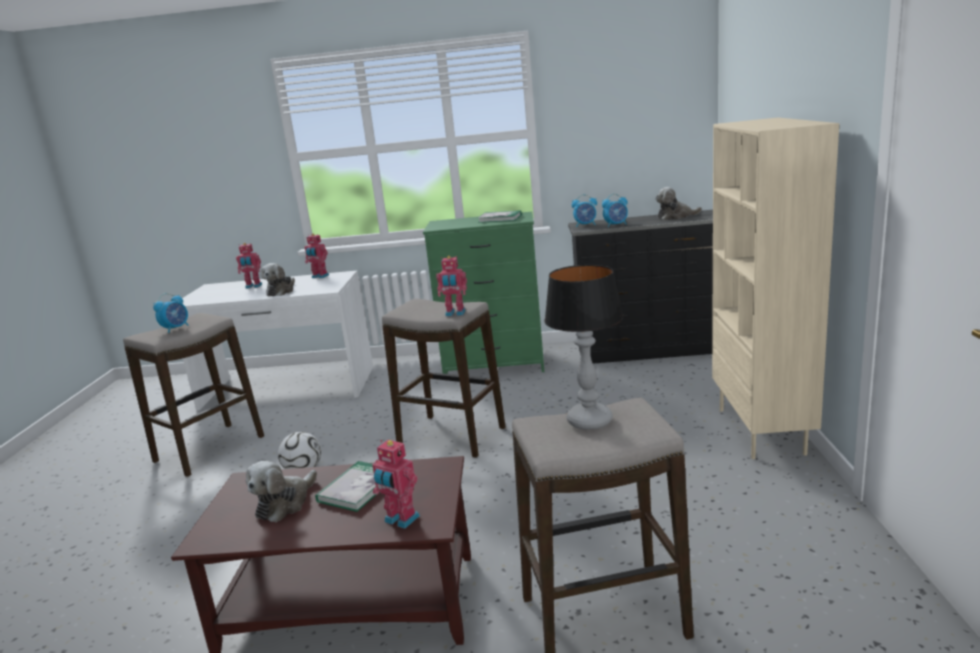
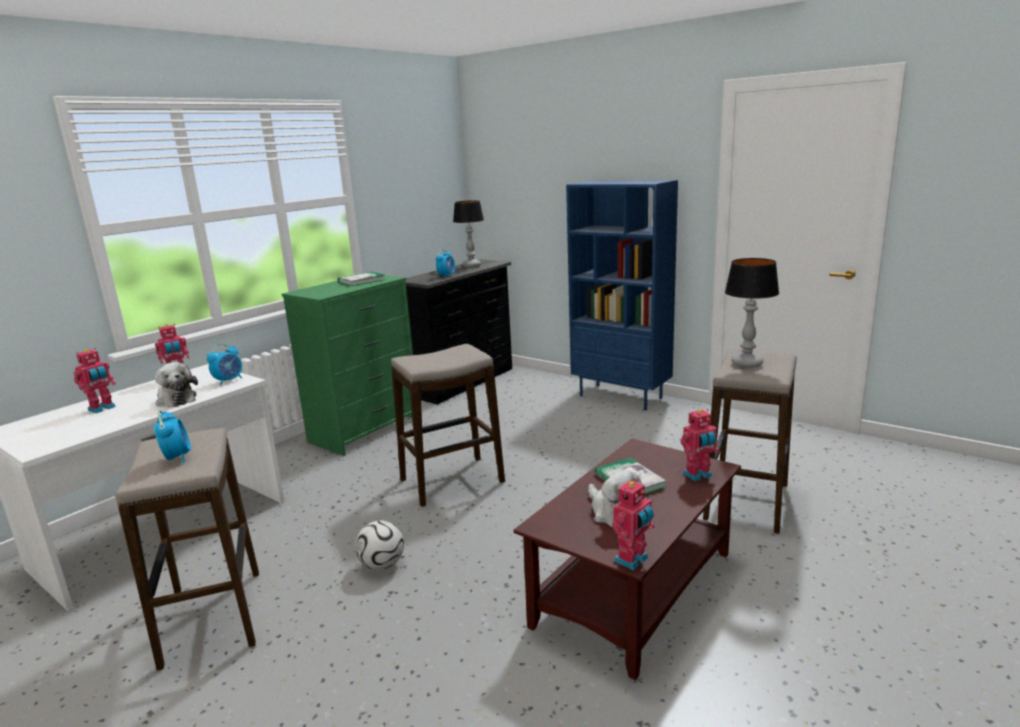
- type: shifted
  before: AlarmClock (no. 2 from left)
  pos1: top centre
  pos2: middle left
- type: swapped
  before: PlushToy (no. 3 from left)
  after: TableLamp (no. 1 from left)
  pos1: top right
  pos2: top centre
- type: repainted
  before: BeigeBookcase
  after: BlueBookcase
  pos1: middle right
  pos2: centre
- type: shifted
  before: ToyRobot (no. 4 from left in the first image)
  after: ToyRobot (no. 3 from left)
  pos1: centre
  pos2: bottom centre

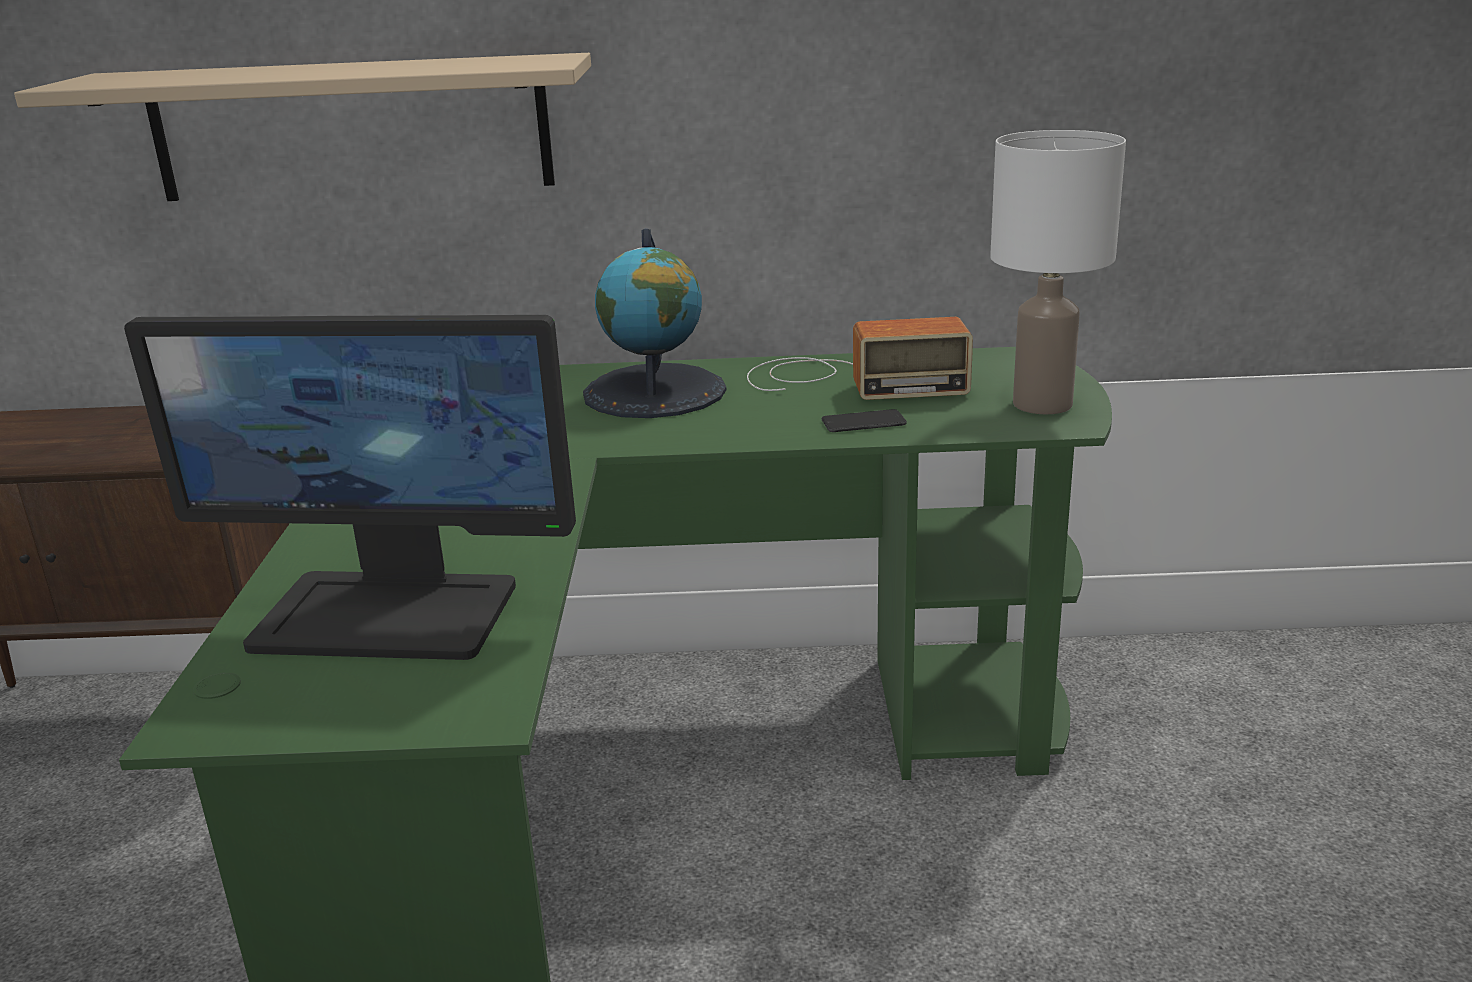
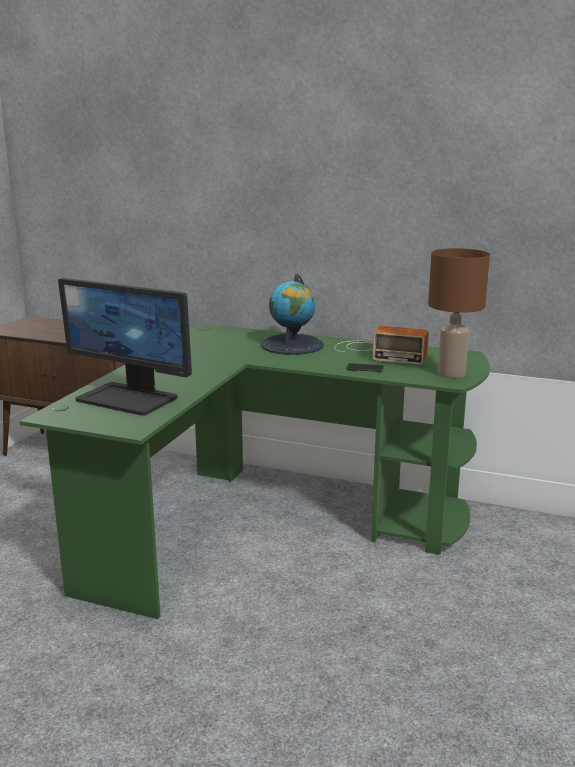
- type: repainted
  before: WhiteTableLamp
  after: BrownTableLamp
  pos1: top right
  pos2: middle right
- type: gone
  before: BeigeShelf
  pos1: top left

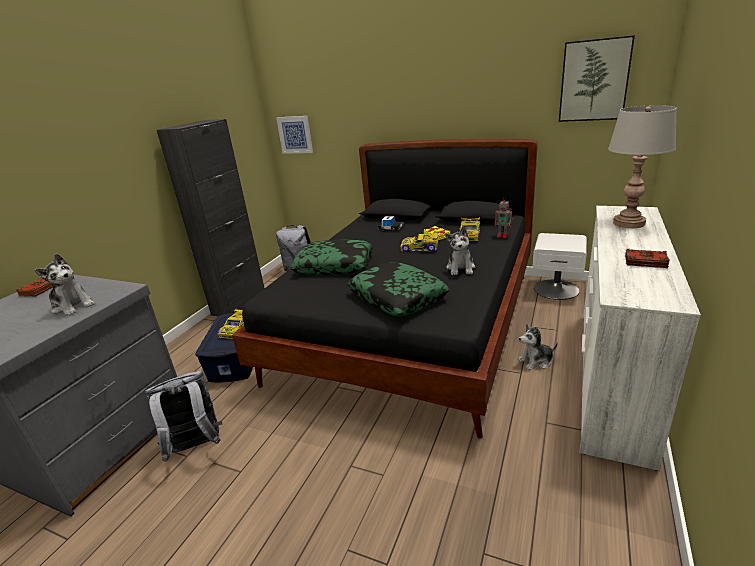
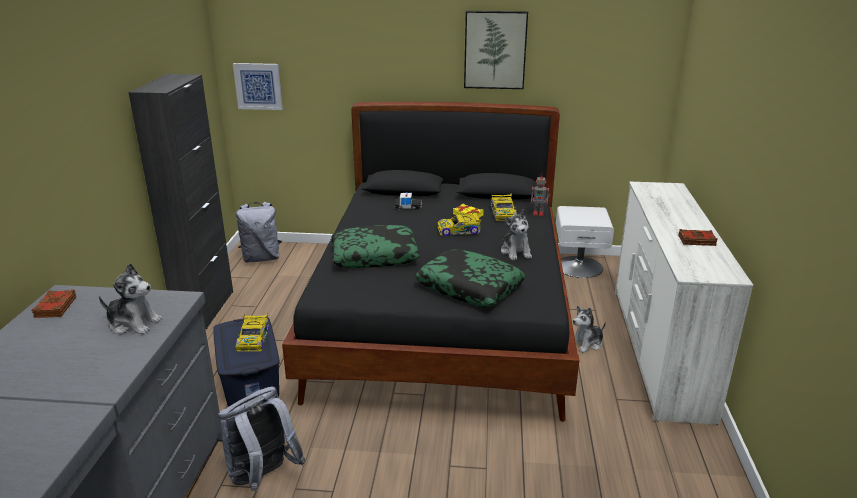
- type: shifted
  before: Picture (no. 2 from left)
  pos1: top right
  pos2: top centre
- type: gone
  before: GreyTableLamp
  pos1: top right

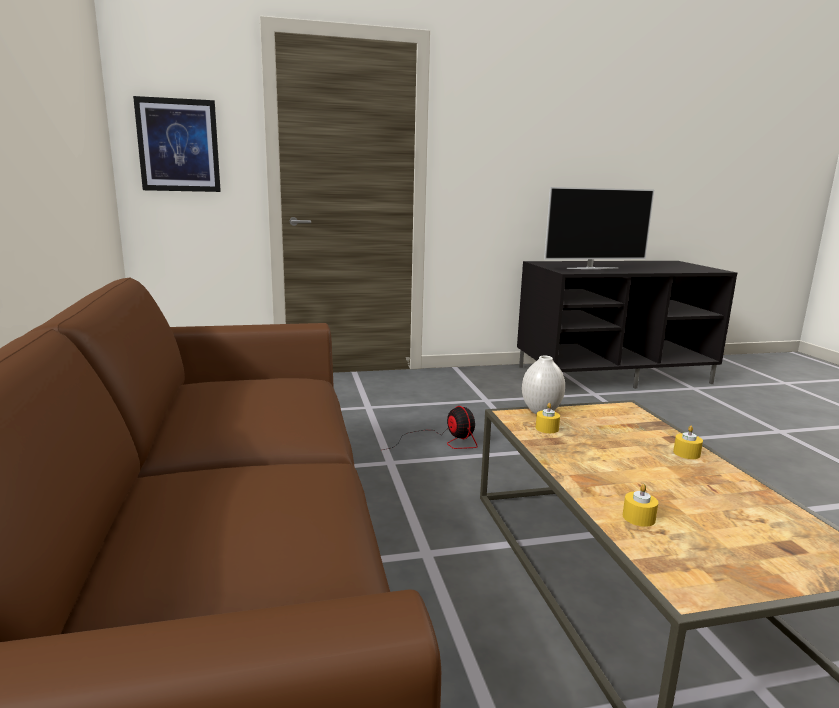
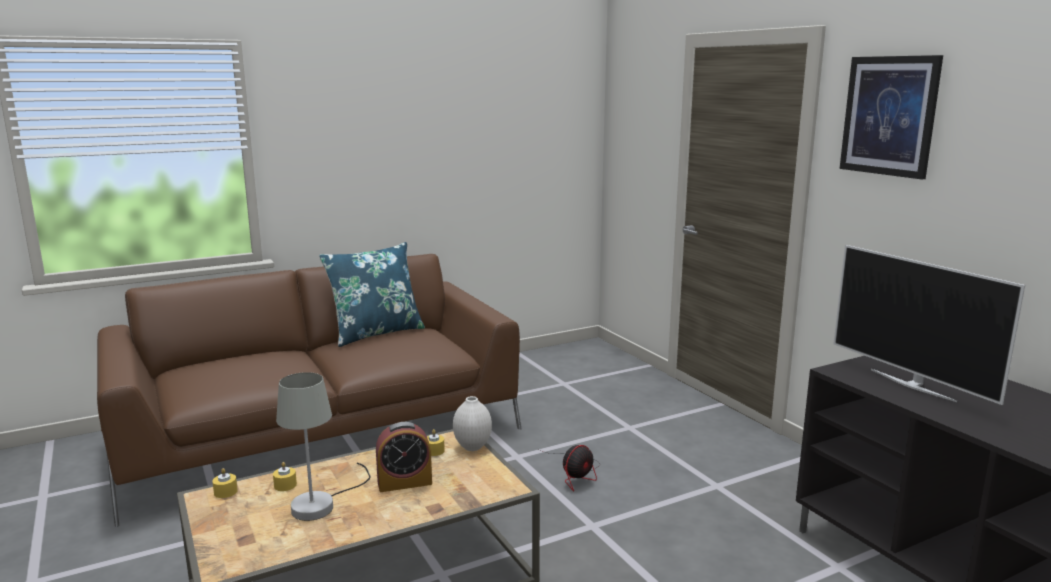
- type: shifted
  before: YellowCandle (no. 3 from left in the first image)
  after: YellowCandle (no. 1 from left)
  pos1: middle right
  pos2: bottom left
- type: new
  after: GreyTableLamp
  pos2: bottom left
- type: new
  after: BluePillow
  pos2: centre
- type: new
  after: AlarmClock
  pos2: bottom centre
- type: shifted
  before: Picture
  pos1: top left
  pos2: top right

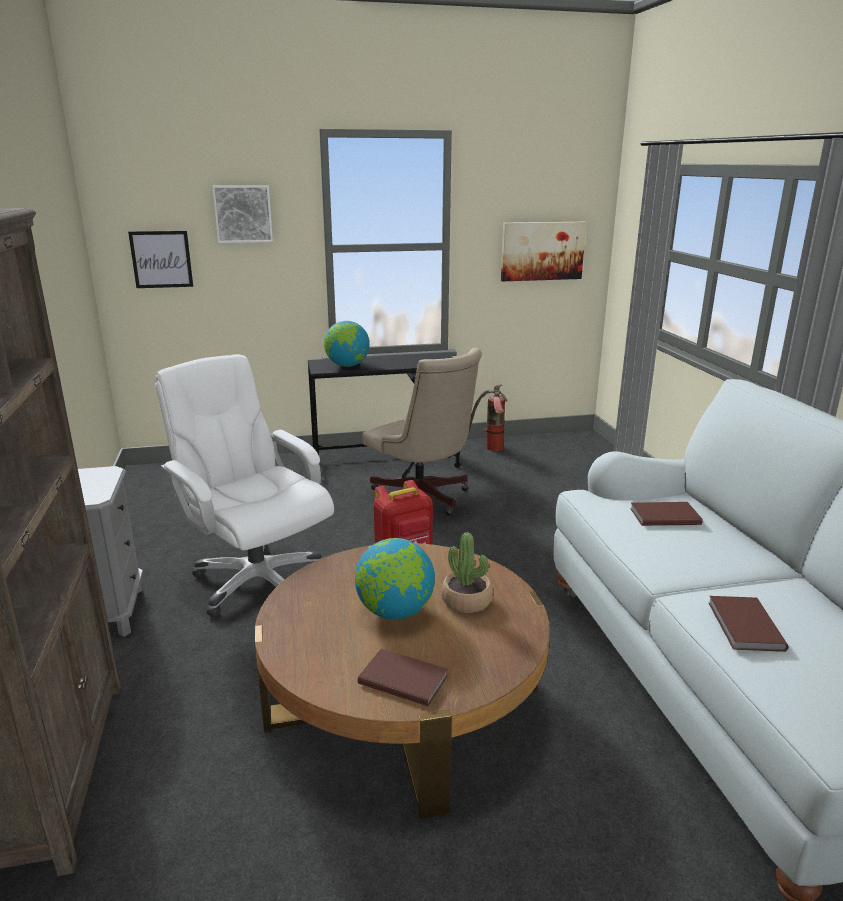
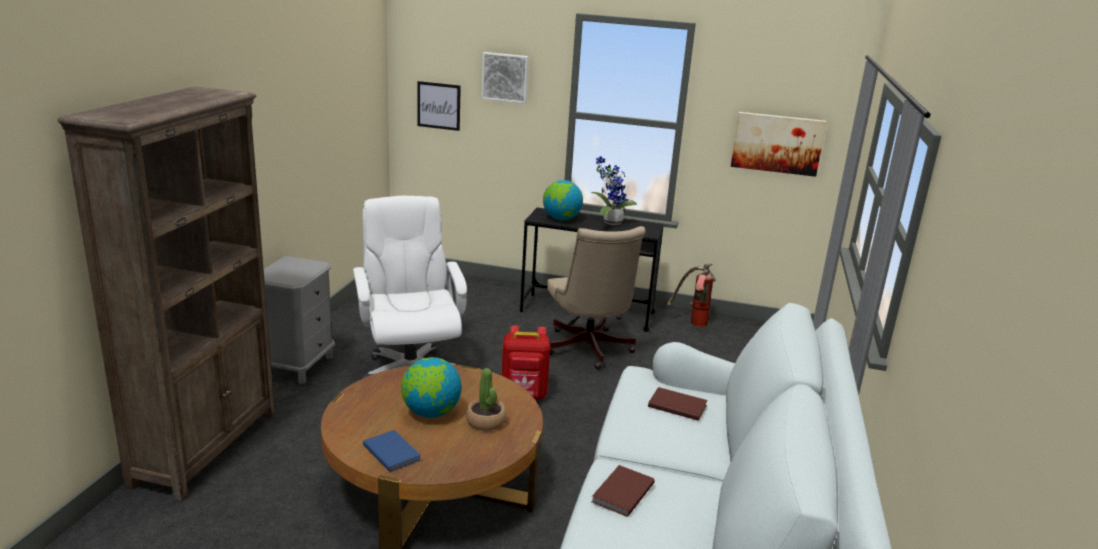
- type: repainted
  before: BrownBook (no. 1 from left)
  after: BlueBook
  pos1: bottom centre
  pos2: bottom centre
- type: new
  after: PottedPlant (no. 2 from left)
  pos2: centre

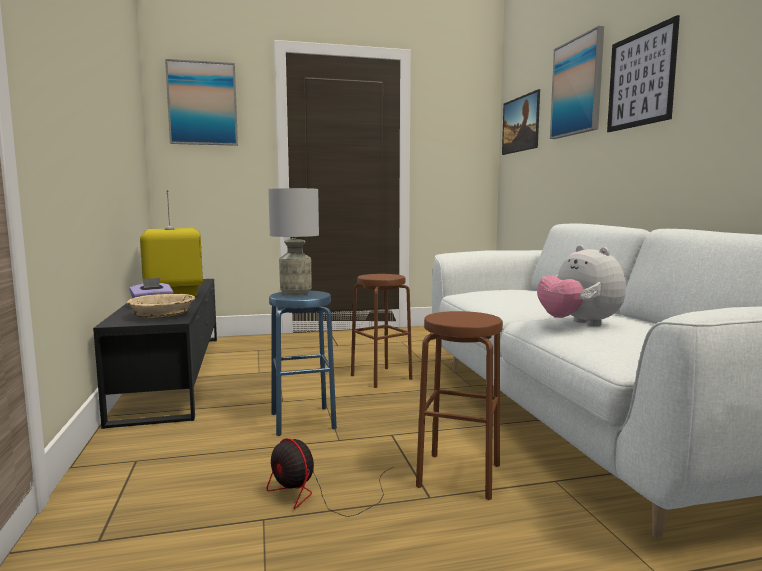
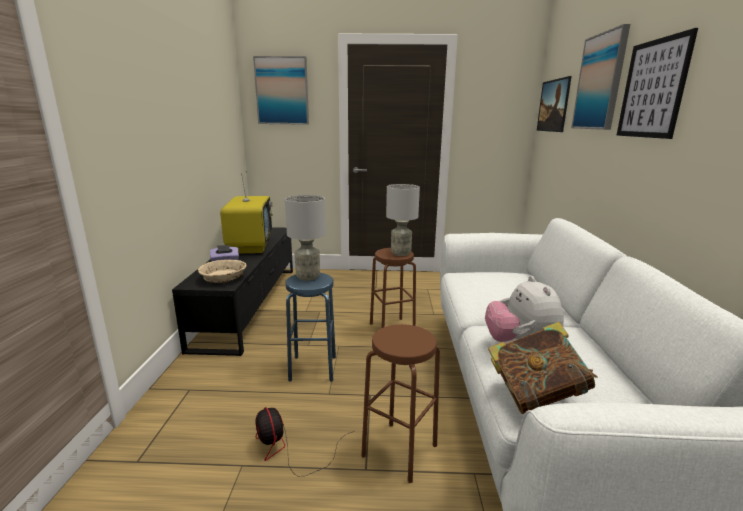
- type: new
  after: GreyTableLamp (no. 2 from left)
  pos2: centre
- type: new
  after: Book
  pos2: bottom right

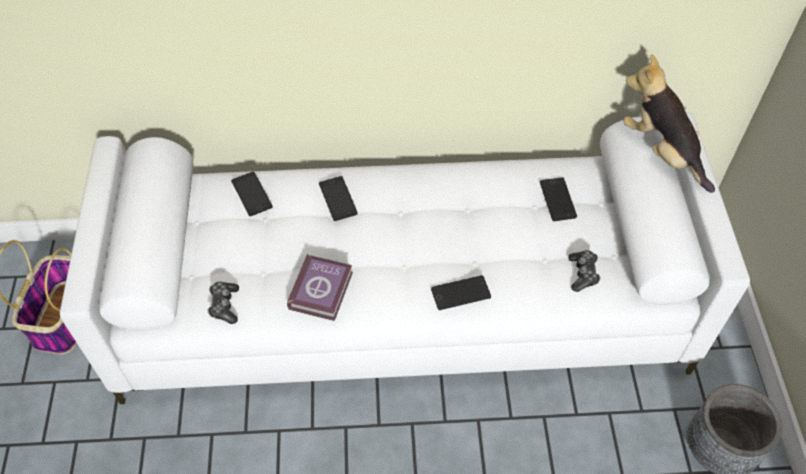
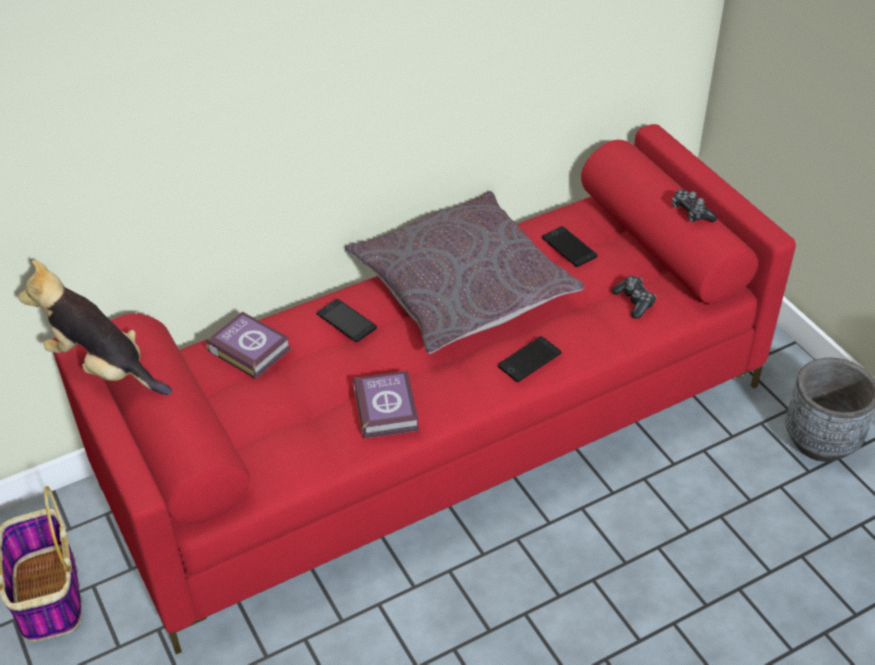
- type: shifted
  before: PlushToy
  pos1: top right
  pos2: middle left
- type: repainted
  before: WhiteSofa
  after: RedSofa
  pos1: centre
  pos2: centre
- type: swapped
  before: Phone (no. 1 from left)
  after: Book (no. 1 from left)
  pos1: middle left
  pos2: middle left
- type: new
  after: GreyPillow
  pos2: centre
- type: shifted
  before: GameController (no. 1 from left in the first image)
  after: GameController (no. 2 from left)
  pos1: middle left
  pos2: top right

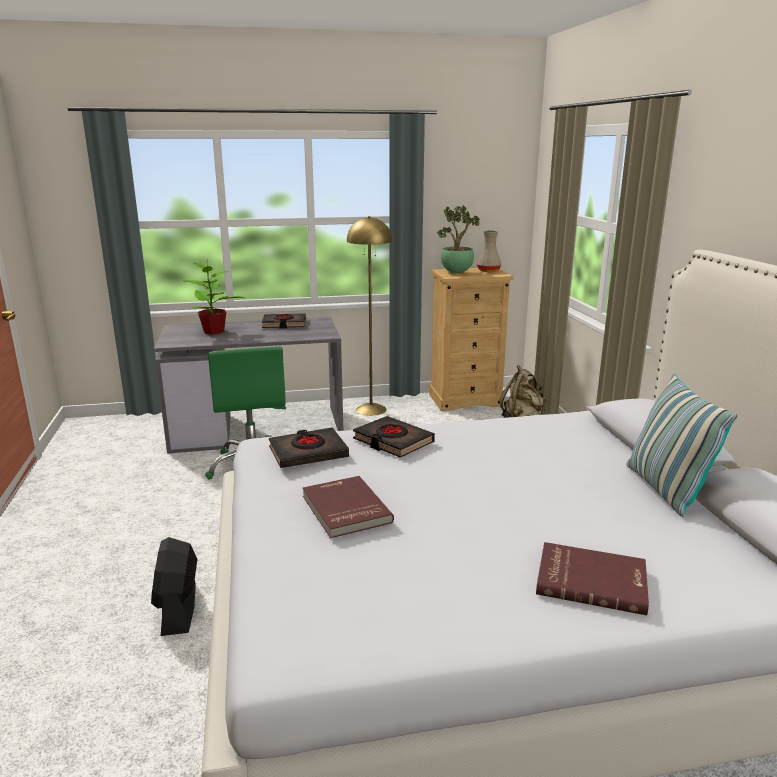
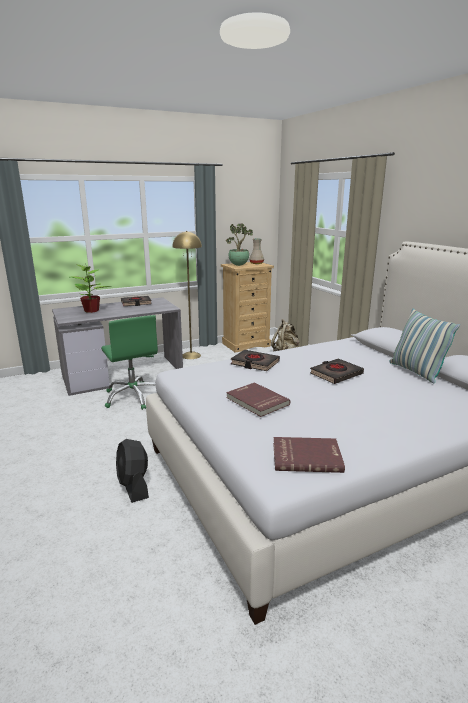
- type: shifted
  before: RedBook (no. 2 from left)
  pos1: bottom right
  pos2: centre
- type: shifted
  before: BlackBook (no. 2 from left in the first image)
  after: BlackBook (no. 3 from left)
  pos1: centre
  pos2: middle right

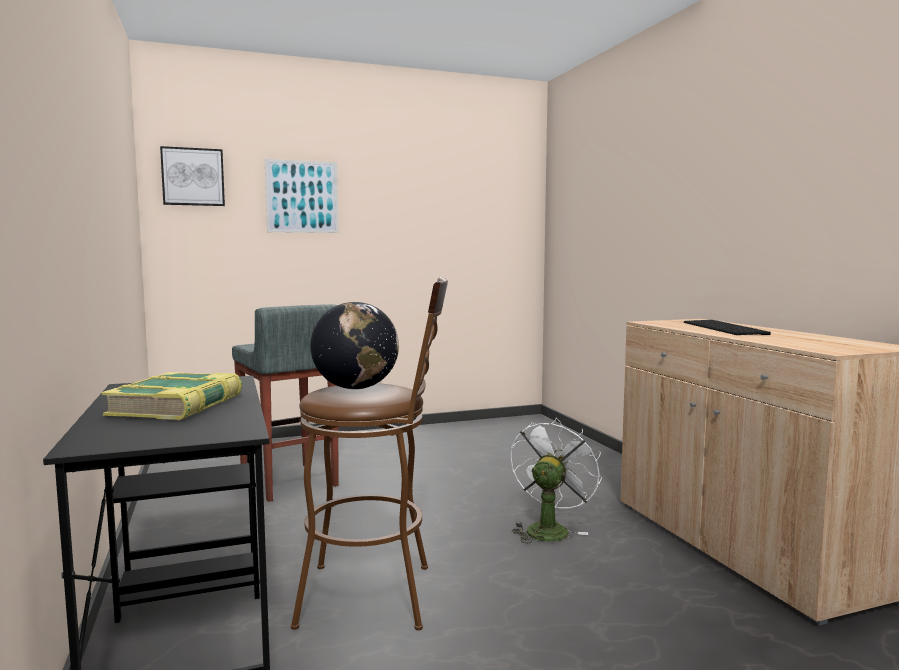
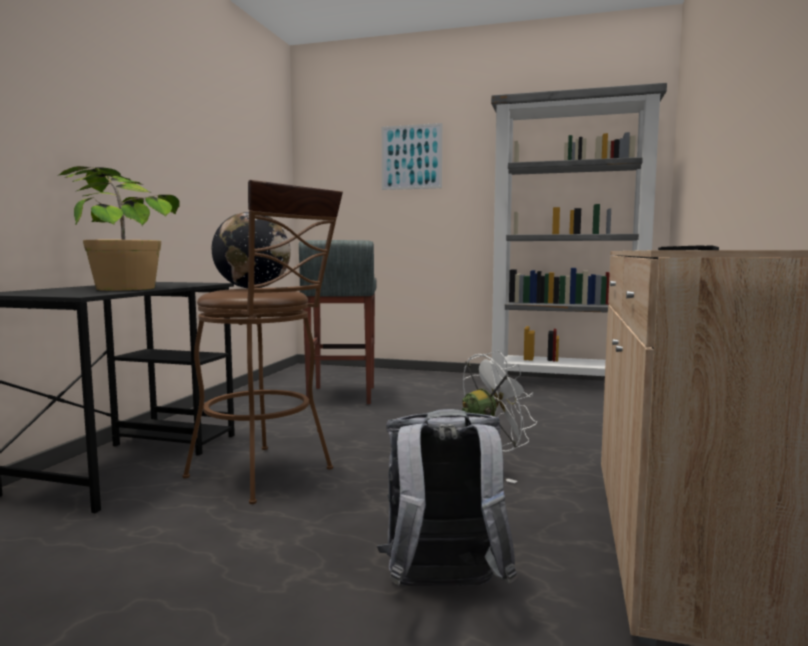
- type: swapped
  before: Book
  after: PottedPlant
  pos1: middle left
  pos2: middle left
- type: new
  after: GreyBackpack
  pos2: bottom centre
- type: new
  after: GreyBookcase
  pos2: middle right
- type: gone
  before: Picture (no. 1 from left)
  pos1: top left

